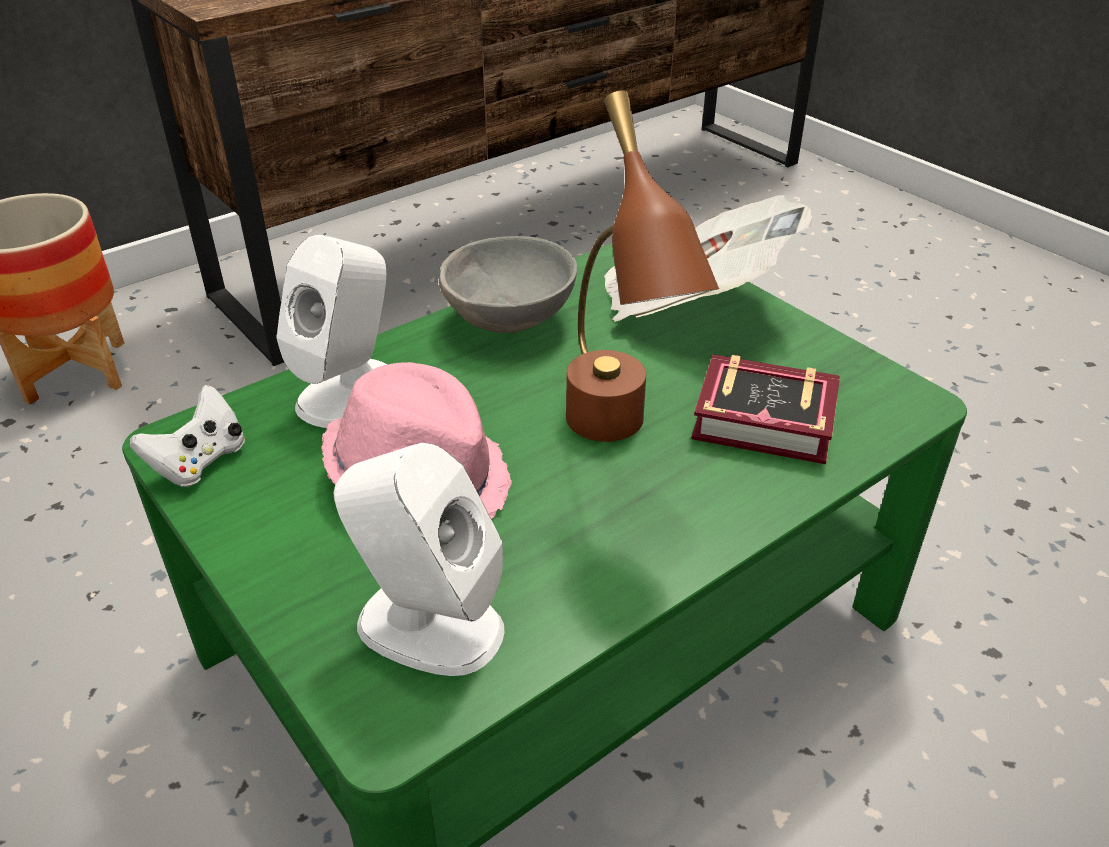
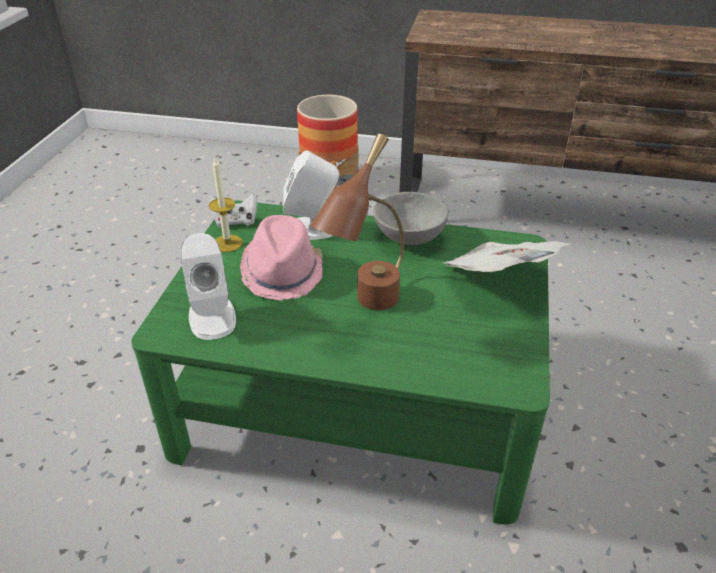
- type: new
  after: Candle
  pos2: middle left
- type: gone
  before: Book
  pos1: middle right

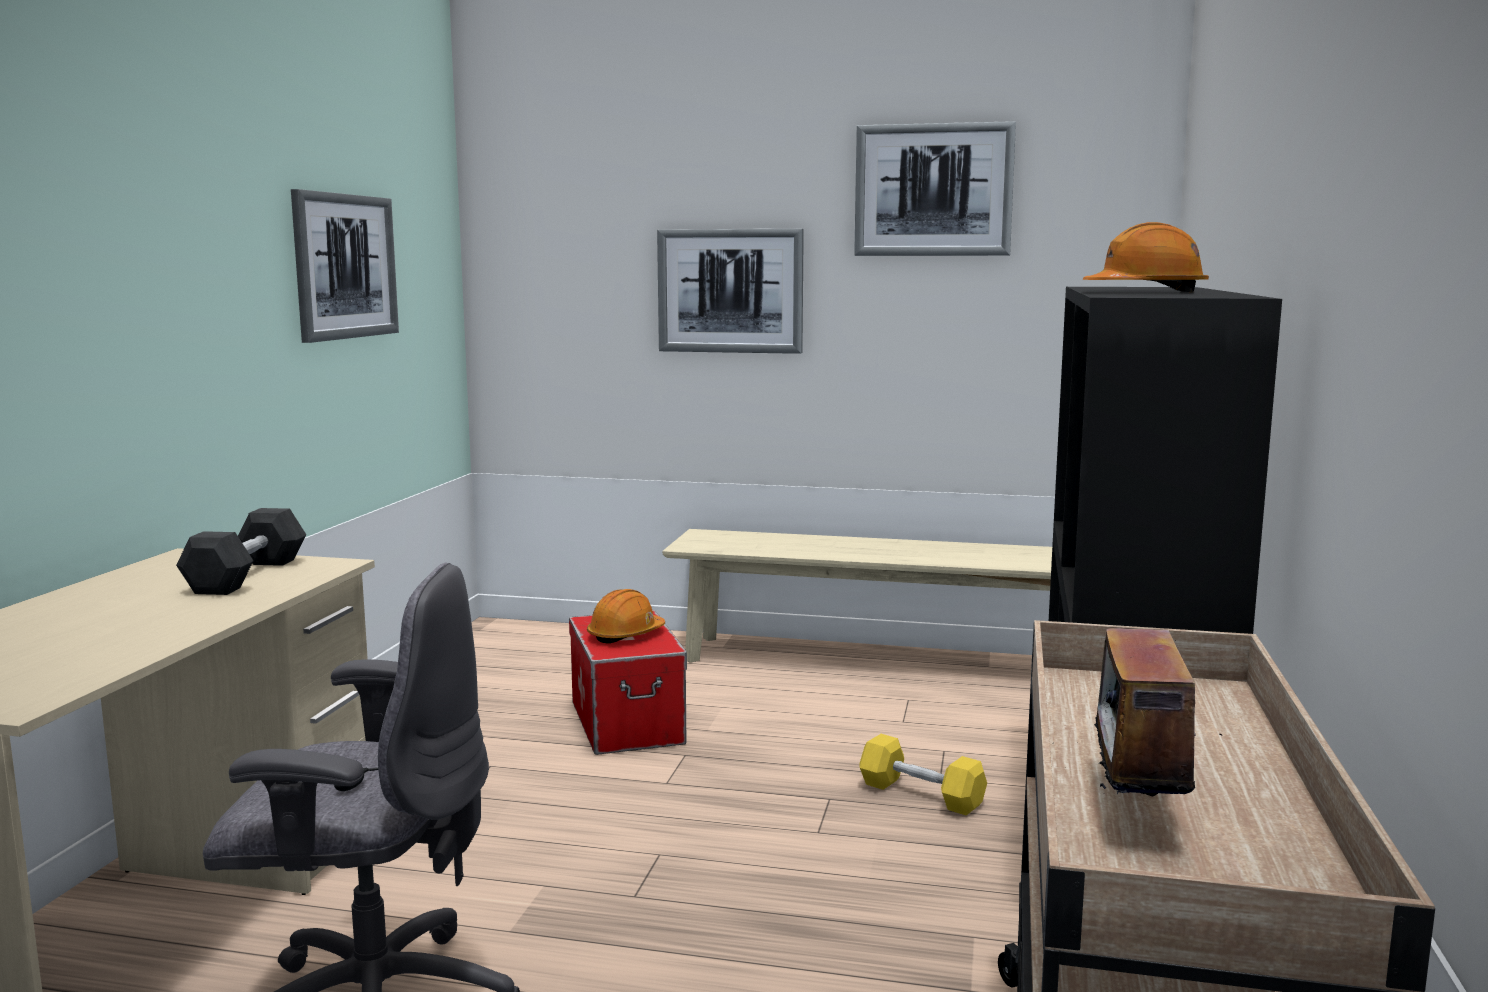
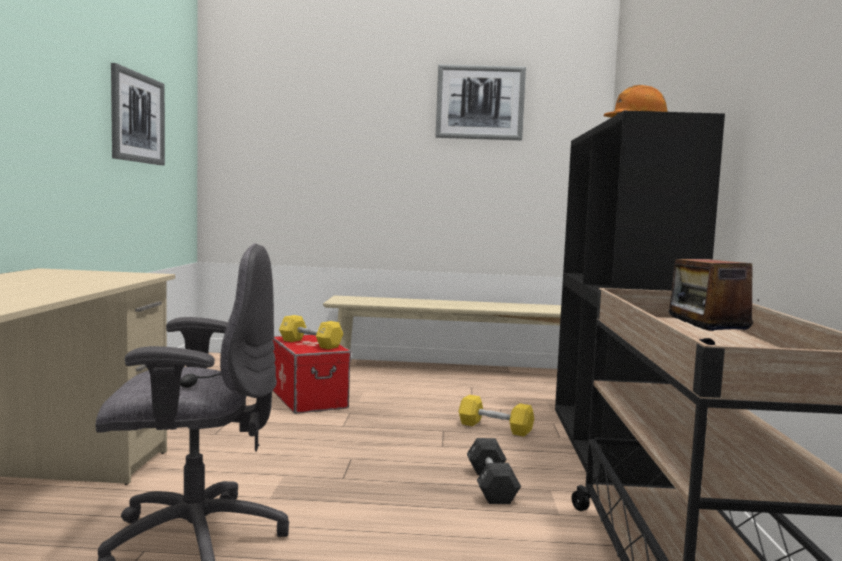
- type: swapped
  before: OrangeHardHat (no. 1 from left)
  after: YellowDumbbell (no. 1 from left)
  pos1: centre
  pos2: centre
- type: shifted
  before: BlackDumbbell
  pos1: middle left
  pos2: bottom centre
- type: gone
  before: Picture (no. 2 from left)
  pos1: top centre

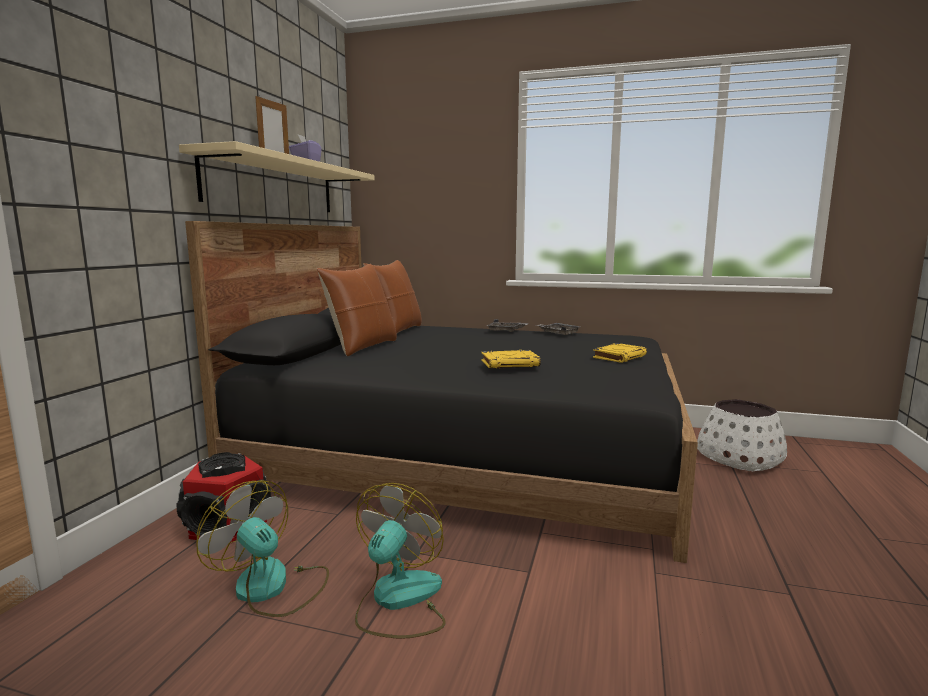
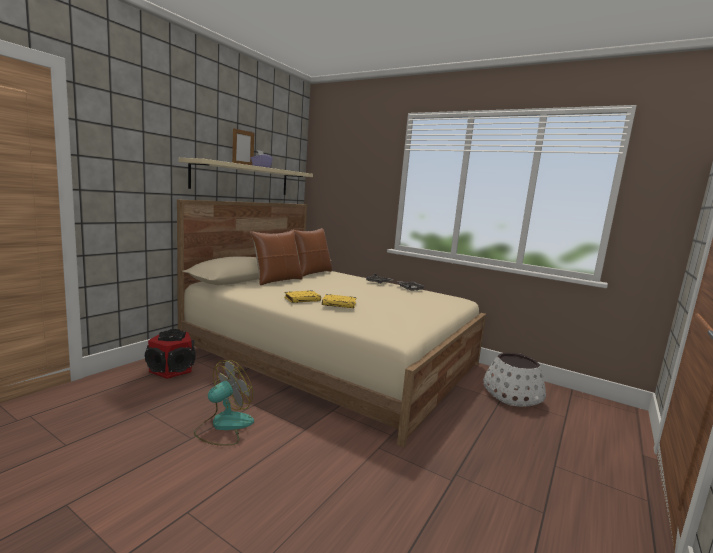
- type: repainted
  before: BlackBed
  after: BeigeBed
  pos1: centre
  pos2: centre
- type: shifted
  before: YellowBook (no. 2 from left in the first image)
  after: YellowBook (no. 1 from left)
  pos1: middle right
  pos2: centre
- type: gone
  before: Fan (no. 1 from left)
  pos1: bottom left

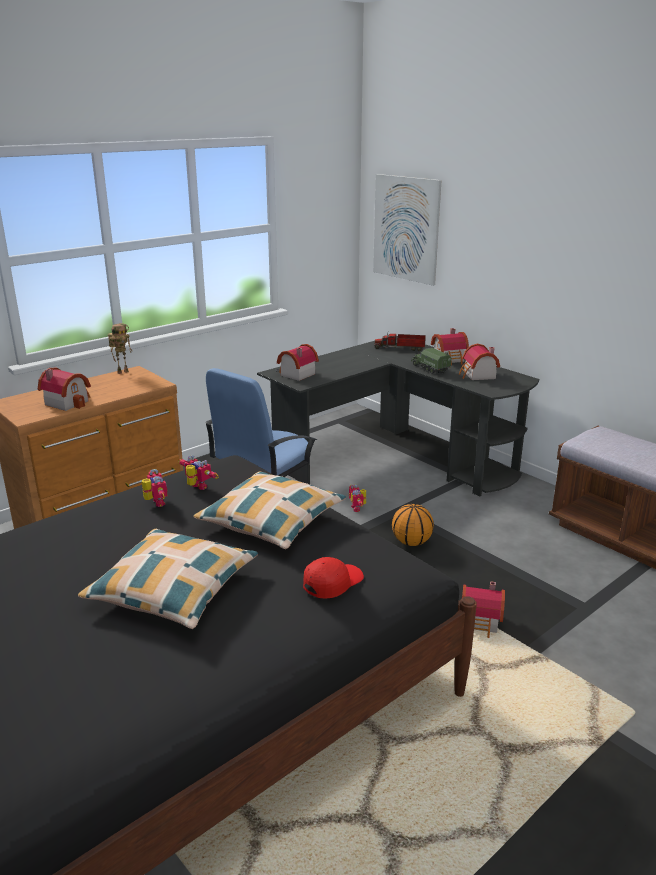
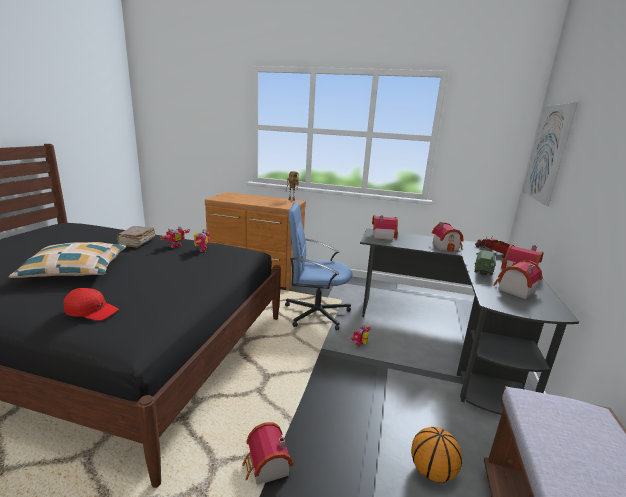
- type: new
  after: BrownBook
  pos2: middle left
- type: shifted
  before: Basketball
  pos1: centre
  pos2: bottom right
- type: shifted
  before: ToyHouse (no. 1 from left in the first image)
  after: ToyHouse (no. 3 from left)
  pos1: middle left
  pos2: middle right
- type: gone
  before: Pillow (no. 2 from left)
  pos1: centre

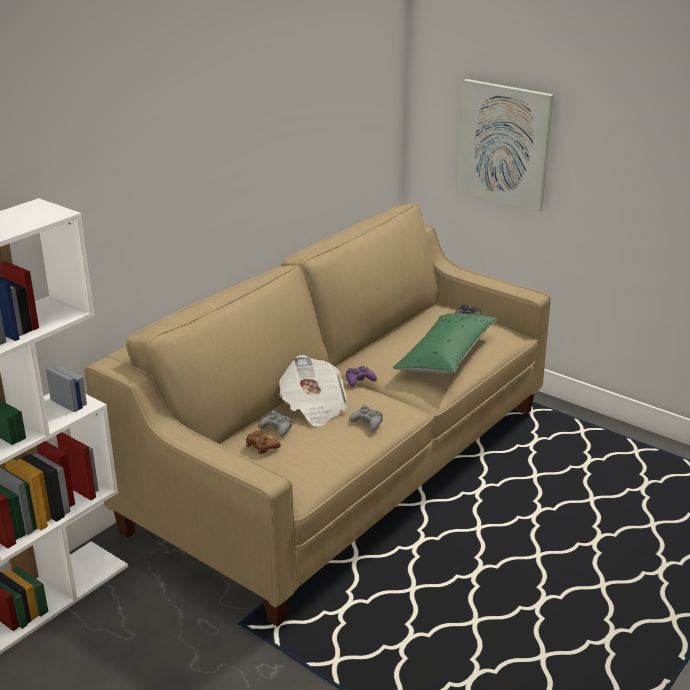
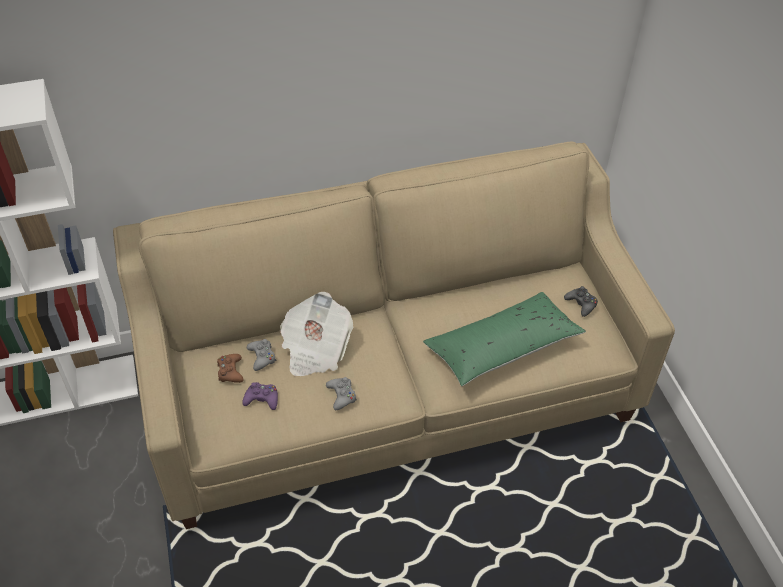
- type: shifted
  before: PurpleGameController
  pos1: centre
  pos2: bottom left
- type: gone
  before: Picture
  pos1: top right

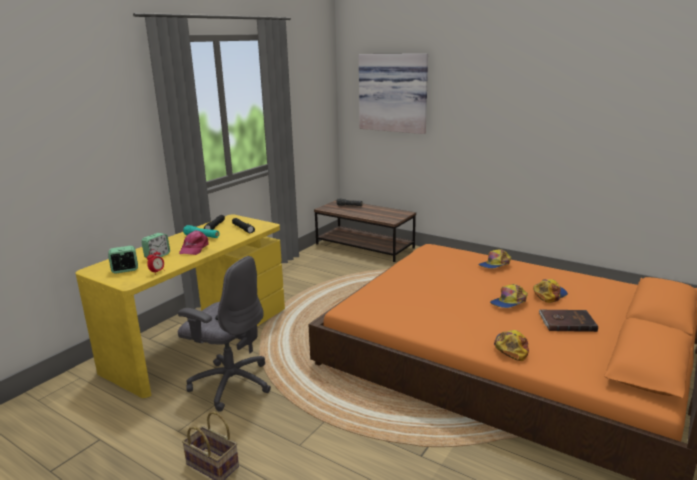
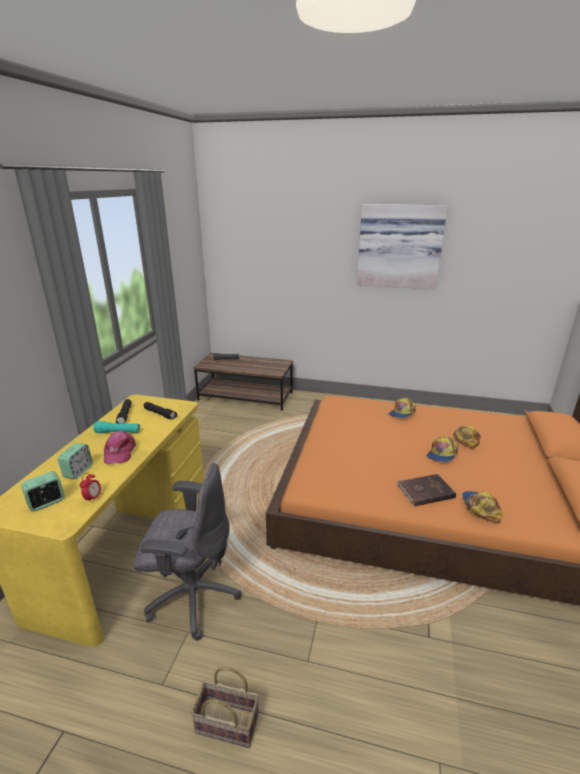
- type: shifted
  before: Picture
  pos1: top centre
  pos2: top right
- type: shifted
  before: BrownBook
  pos1: bottom right
  pos2: middle right

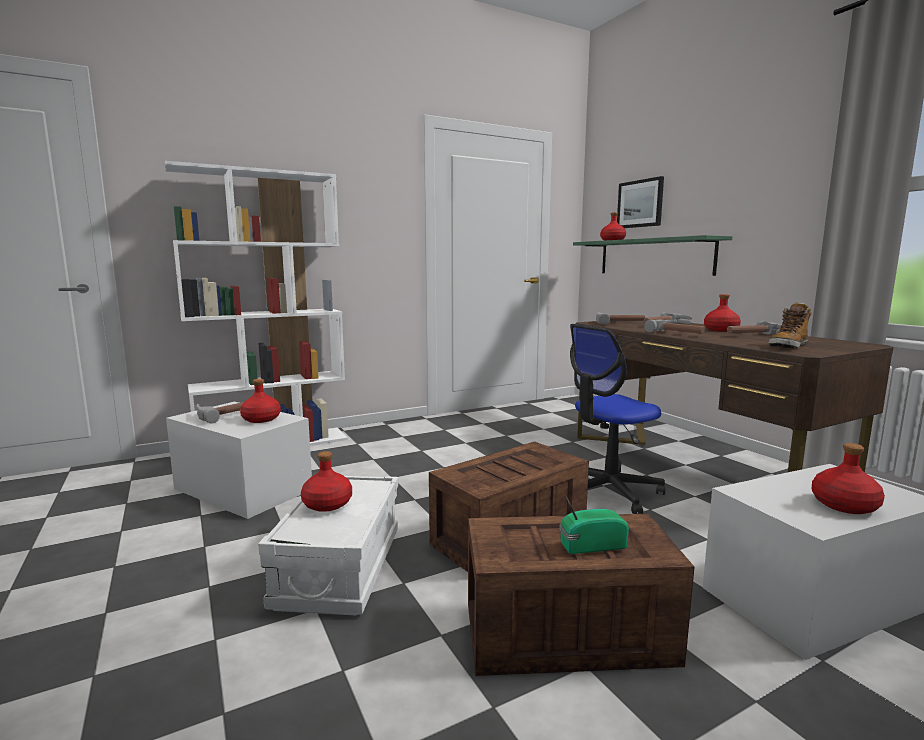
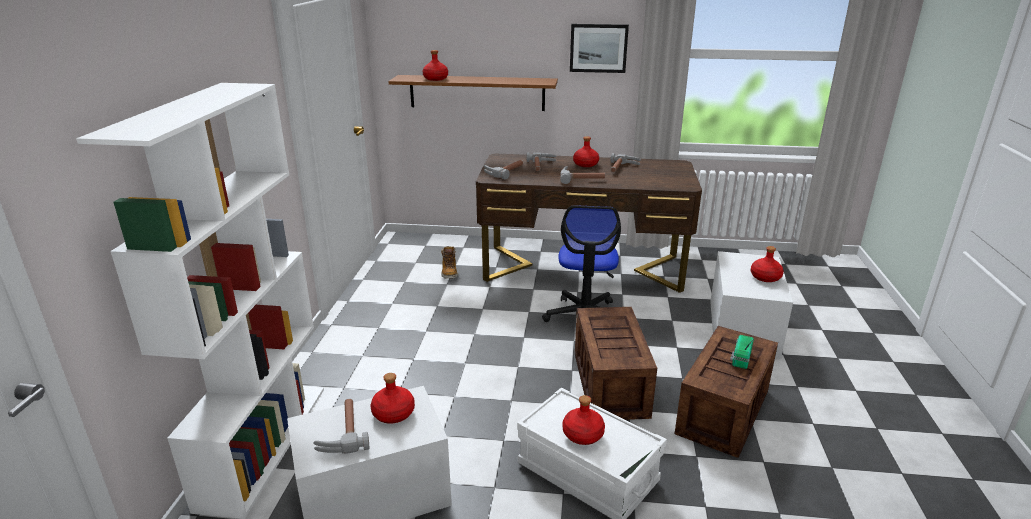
- type: repainted
  before: GreenShelf
  after: BrownShelf
  pos1: middle right
  pos2: top centre
- type: shifted
  before: Boot
  pos1: middle right
  pos2: centre
- type: shifted
  before: Picture
  pos1: top right
  pos2: top centre

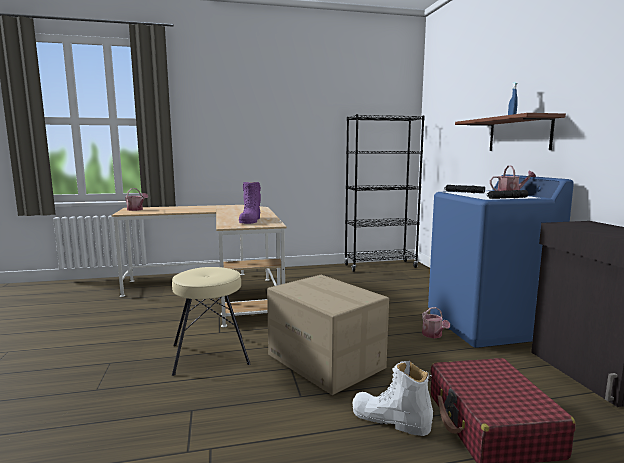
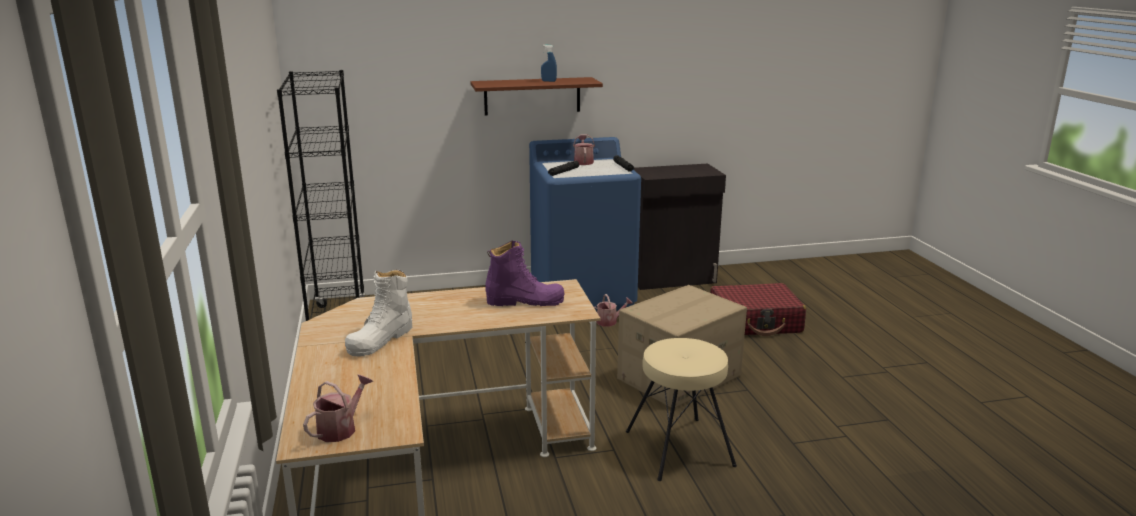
- type: shifted
  before: WhiteBoot
  pos1: bottom centre
  pos2: centre

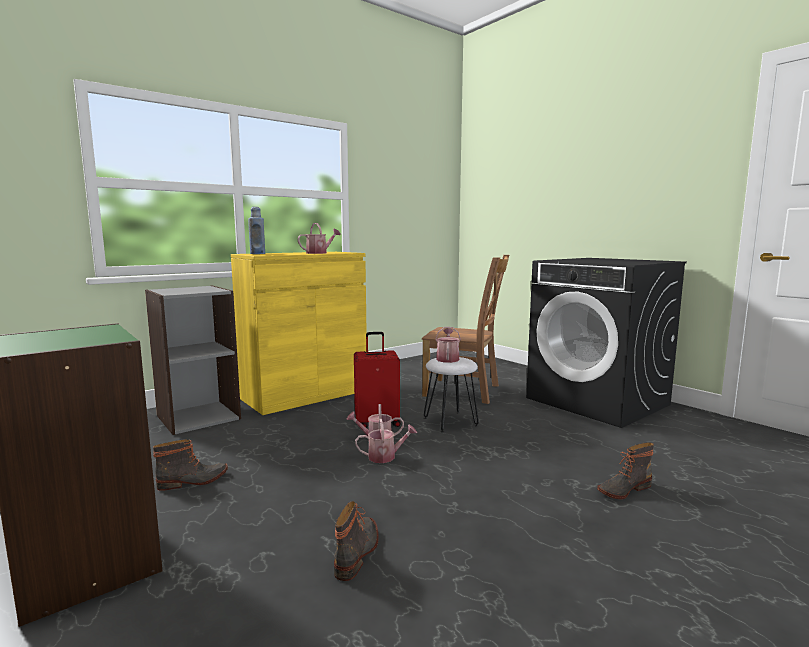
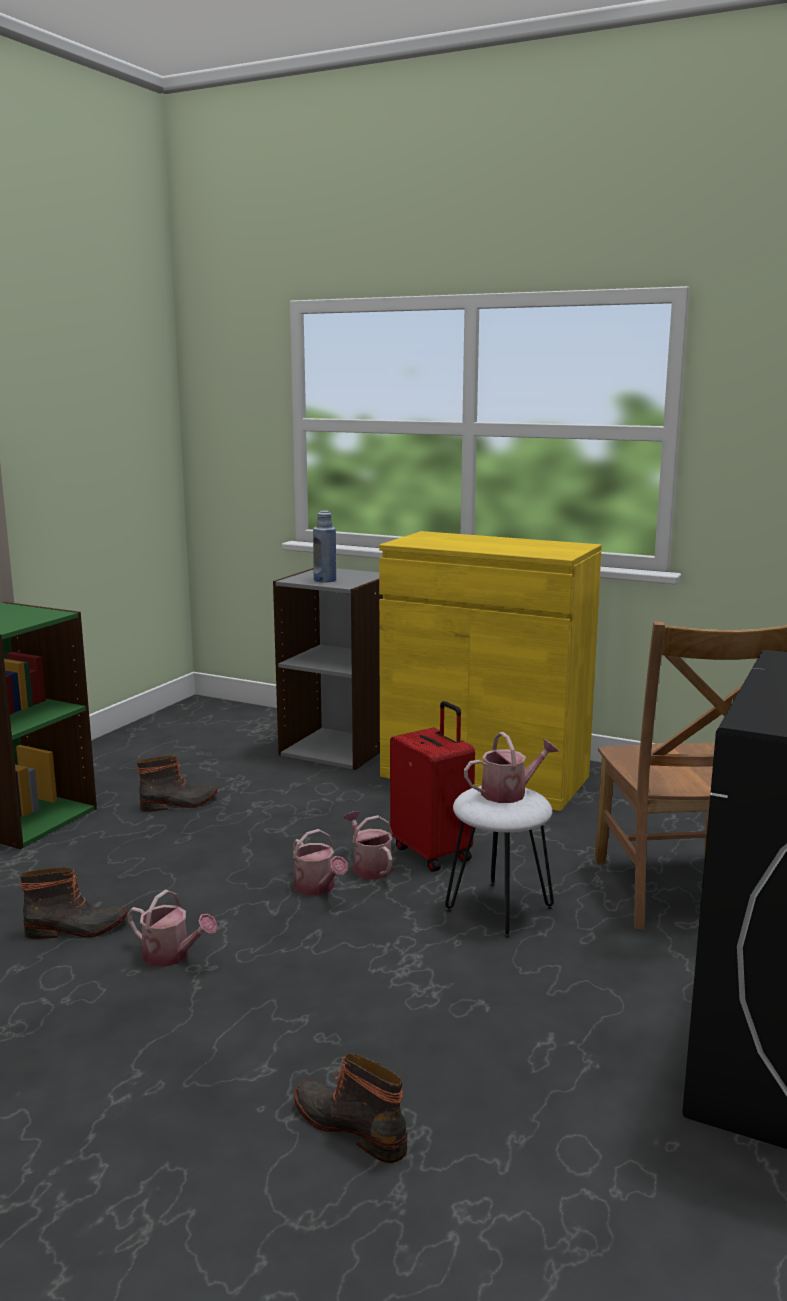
- type: shifted
  before: WateringCan (no. 1 from left)
  pos1: centre
  pos2: bottom left
- type: rotated
  before: Boot (no. 1 from left in the first image)
  pos1: bottom left
  pos2: middle left
  turn: -60
- type: shifted
  before: BlueBottle
  pos1: middle left
  pos2: centre

